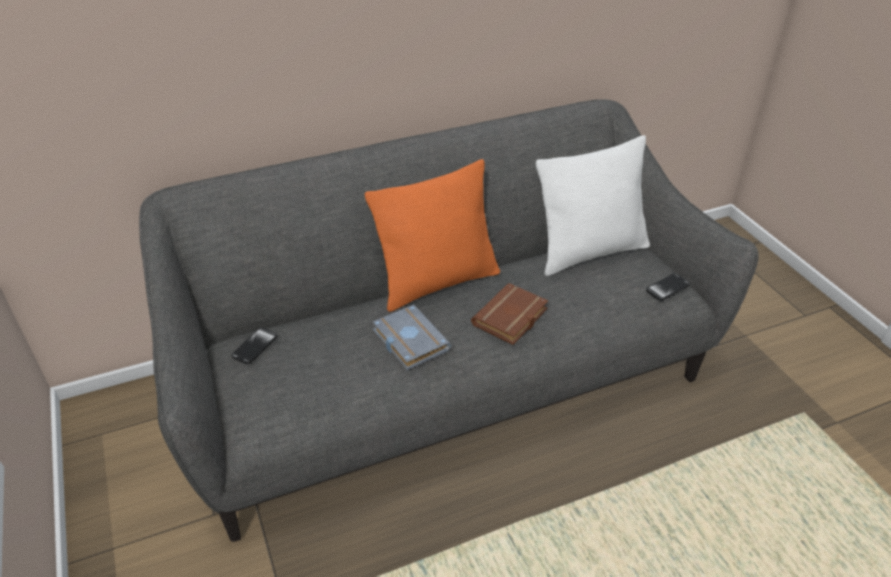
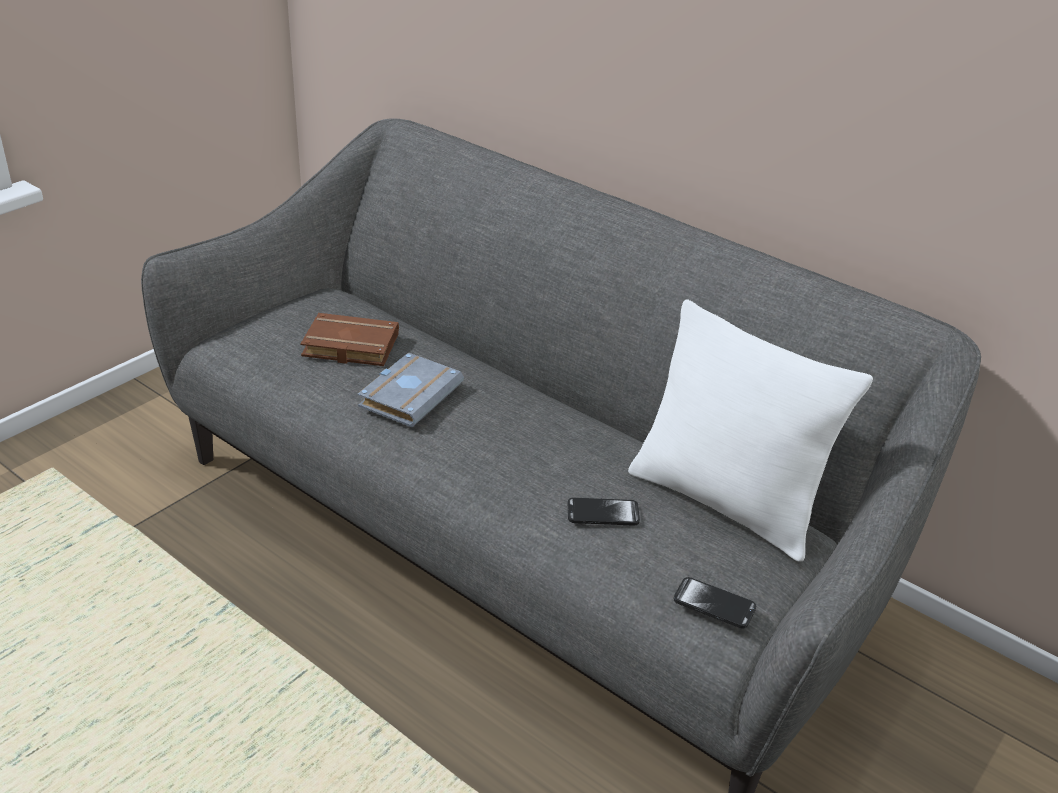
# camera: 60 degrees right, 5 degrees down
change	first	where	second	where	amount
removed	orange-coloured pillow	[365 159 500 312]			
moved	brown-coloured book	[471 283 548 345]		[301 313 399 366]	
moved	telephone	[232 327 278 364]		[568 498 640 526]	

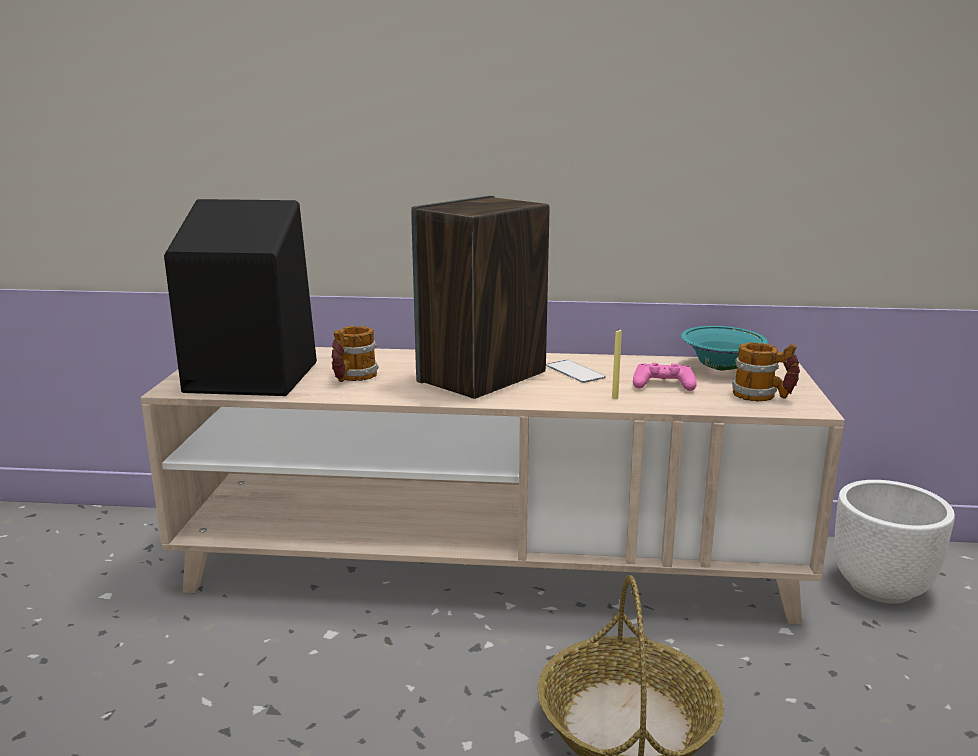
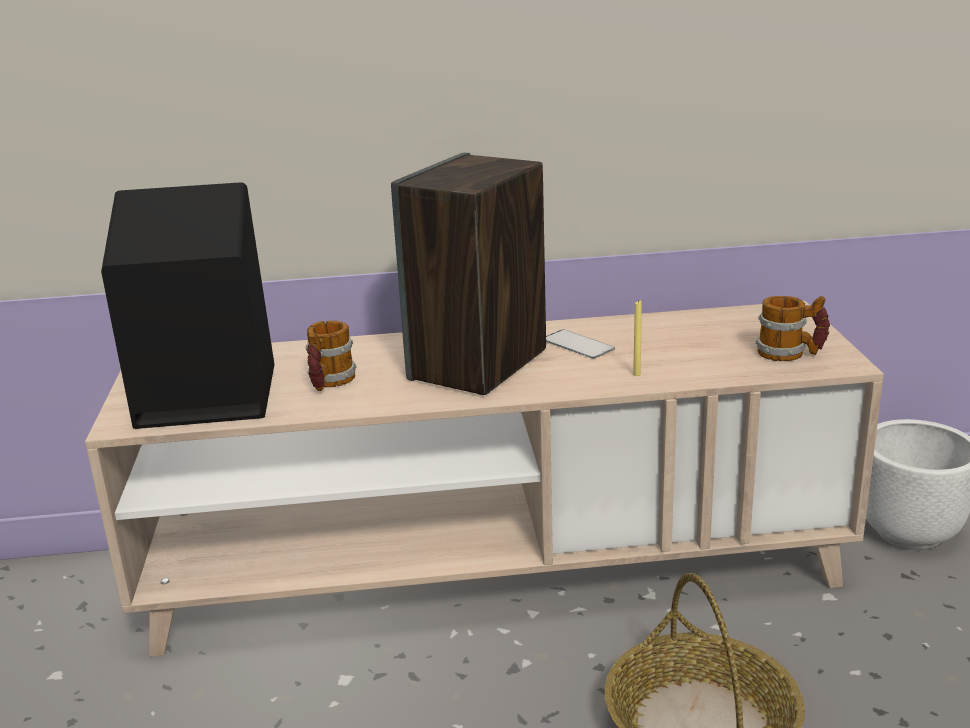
# camera: 10 degrees left, 5 degrees up
change	first	where	second	where	amount
removed	turquoise deep dish	[681 326 768 371]			
removed	pinkish gamepad	[633 363 697 391]			

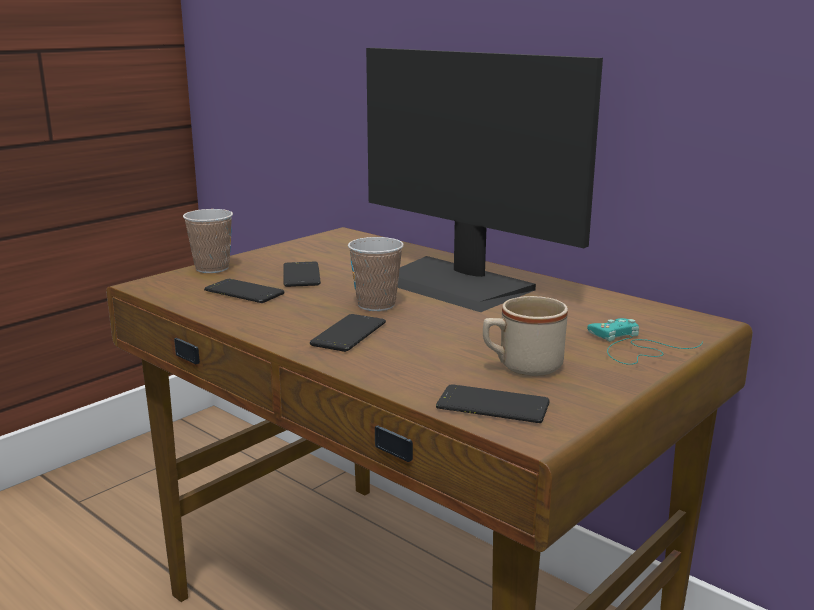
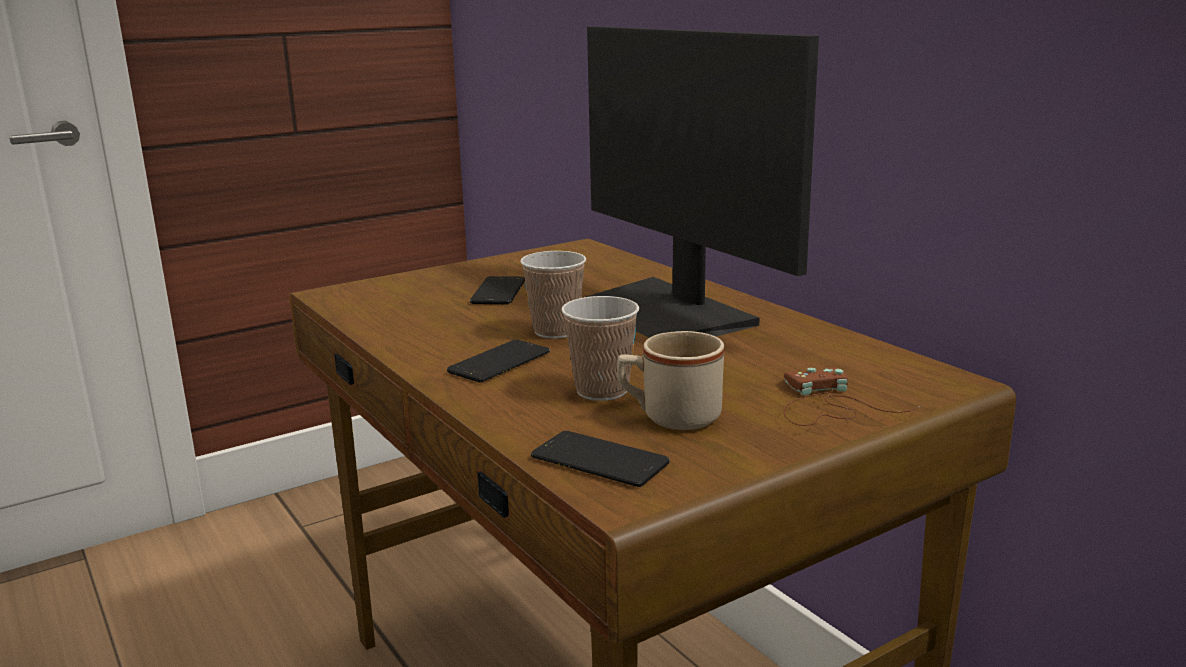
# camera: 15 degrees right, 0 degrees up
change	first	where	second	where	amount
moved	cup	[183 209 233 273]		[561 296 639 401]	
removed	telephone	[204 279 284 303]			
recoloured	turquoise gamepad	[587 318 703 365]	brown-coloured gamepad	[783 367 922 426]	

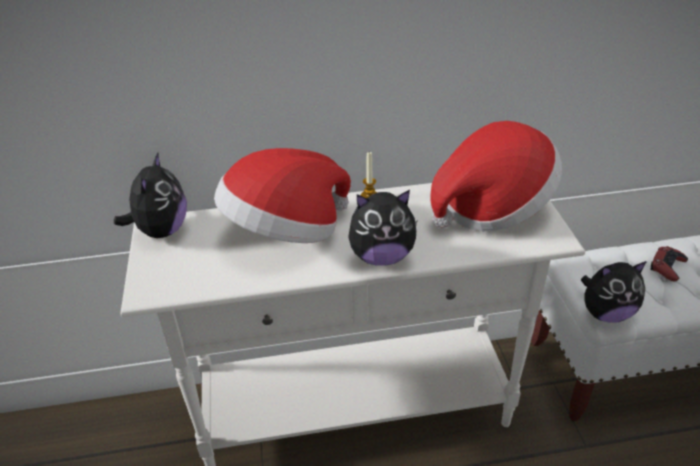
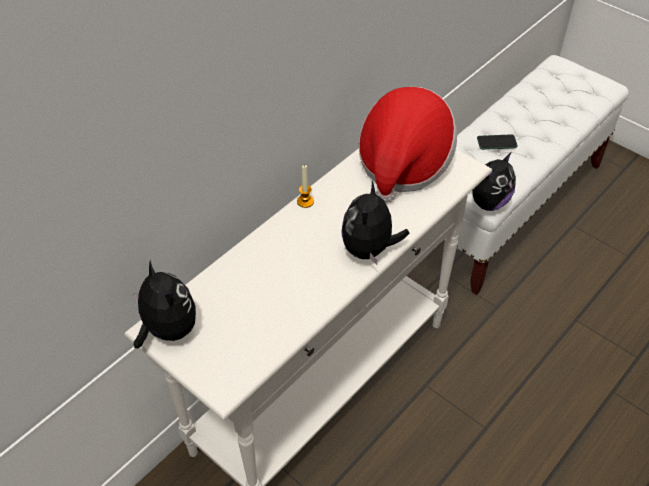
# camera: 40 degrees left, 10 degrees up
change	first	where	second	where	amount
removed	wearable hat	[214 148 351 243]			
turned	plush toy	[348 190 418 266]		[341 181 410 265]	150 degrees clockwise
replaced	reddish gamepad	[650 246 688 282]	telephone	[477 134 518 150]	

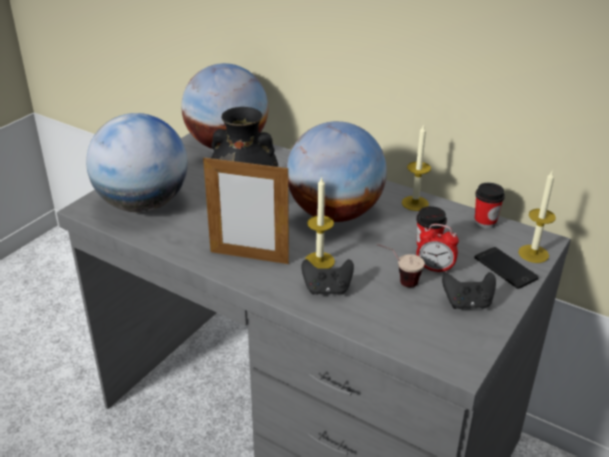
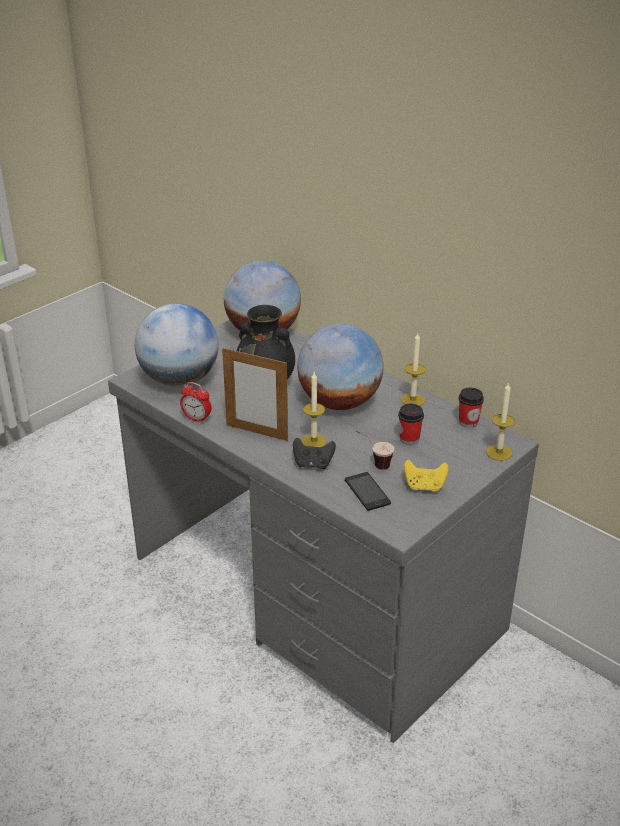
# camera: 10 degrees right, 0 degrees up
change	first	where	second	where	amount
moved	table clock	[416 224 459 273]		[180 382 211 423]	
moved	telephone	[474 247 539 289]		[345 472 391 511]	
recoloured	blackish gamepad	[442 272 496 309]	yellow gamepad	[404 460 449 492]	

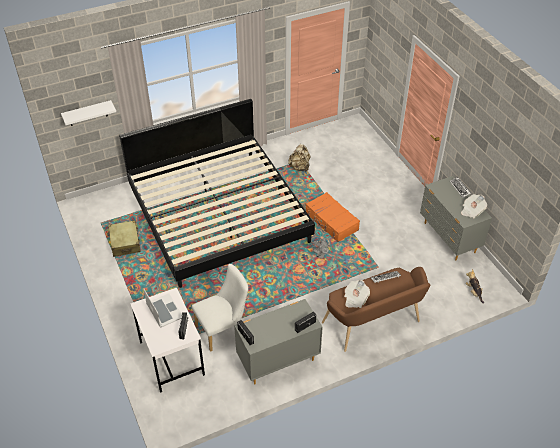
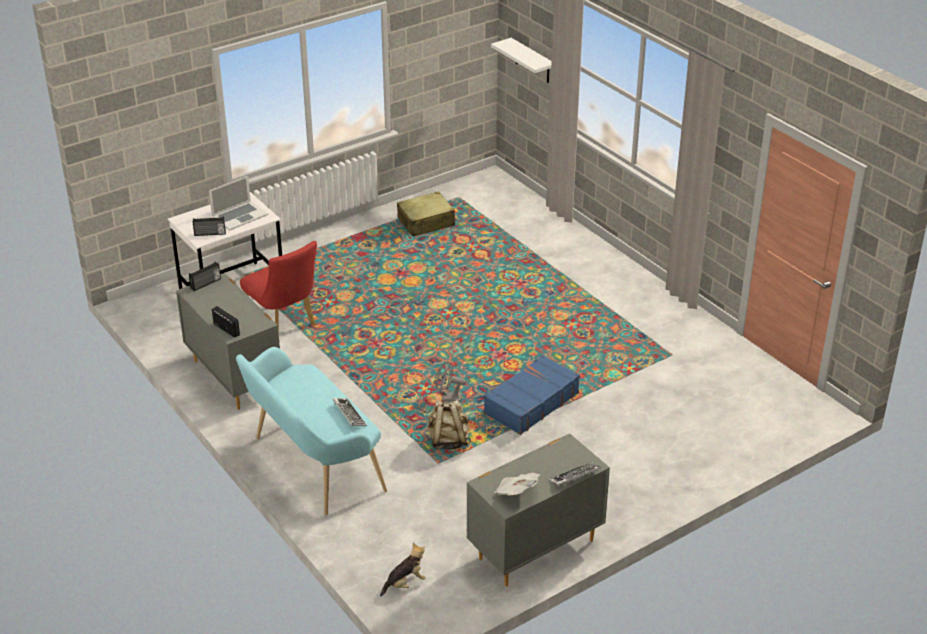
# camera: 80 degrees right, 10 degrees down
change	first	where	second	where	amount
removed	sleeping bed	[119 99 315 288]			
moved	sand-coloured rucksack	[288 144 310 172]		[428 400 471 449]	
recoloured	orange-coloured suitcase	[306 192 360 242]	bluish suitcase	[484 355 580 435]	
recoloured	whitish upright chair	[192 264 248 352]	reddish upright chair	[240 241 317 332]	
recoloured	brown-coloured indoor bench	[322 267 430 352]	turquoise indoor bench	[236 347 387 515]	
removed	printed paper	[344 280 370 308]			

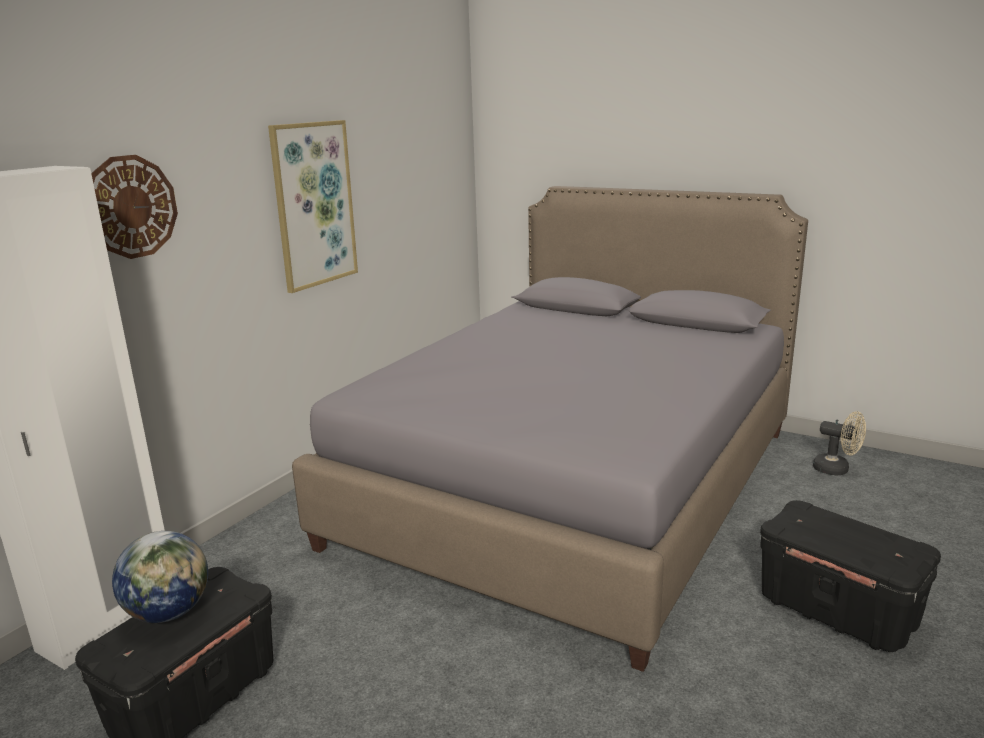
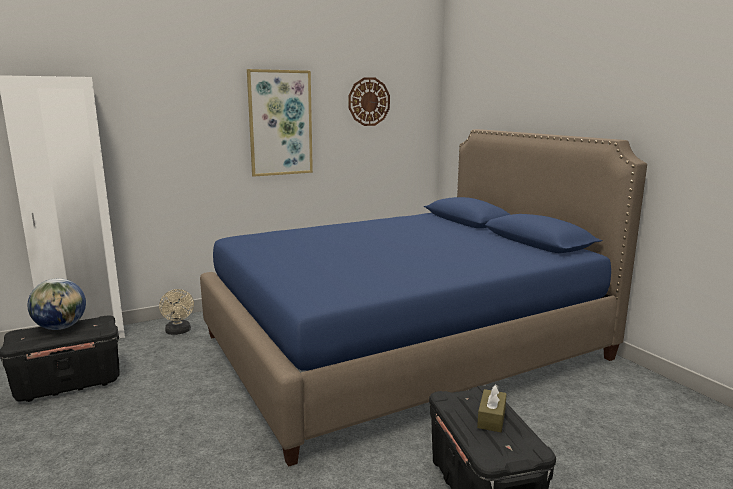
# camera: 30 degrees right, 5 degrees down
change	first	where	second	where	amount
moved	wall clock	[91 155 178 259]		[348 77 390 126]	
recoloured	greyish sleeping bed	[292 186 808 672]	bluish sleeping bed	[200 129 647 467]	
moved	sand-coloured electric fan	[813 411 866 476]		[159 289 194 335]	
added			brown-coloured box of tissues	[477 384 507 432]	

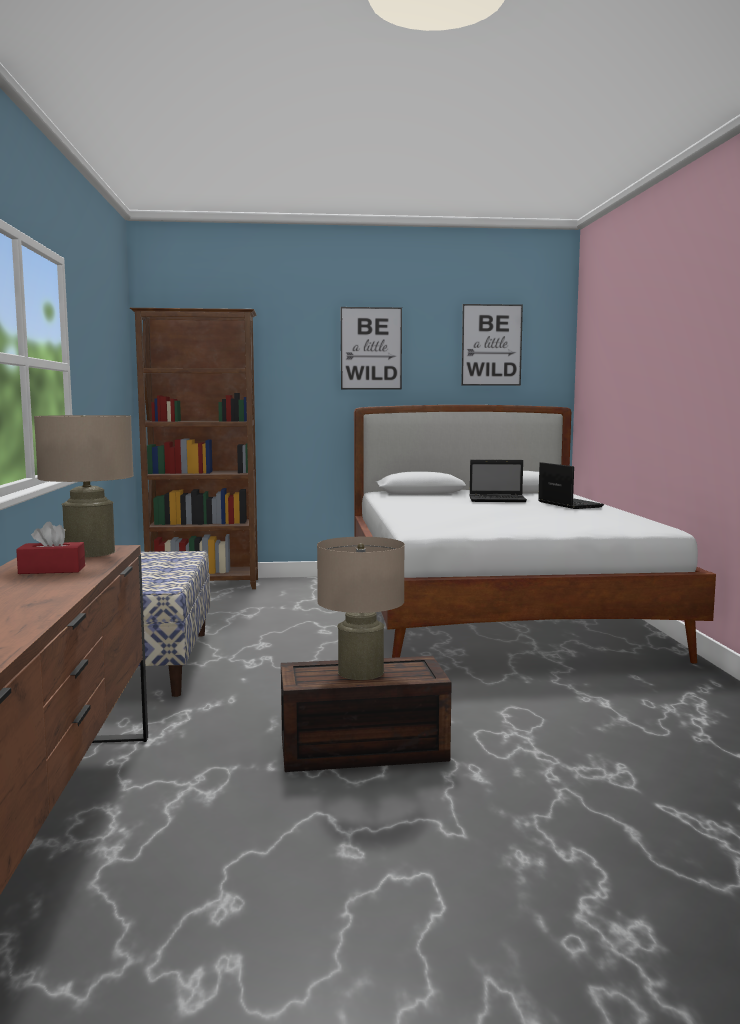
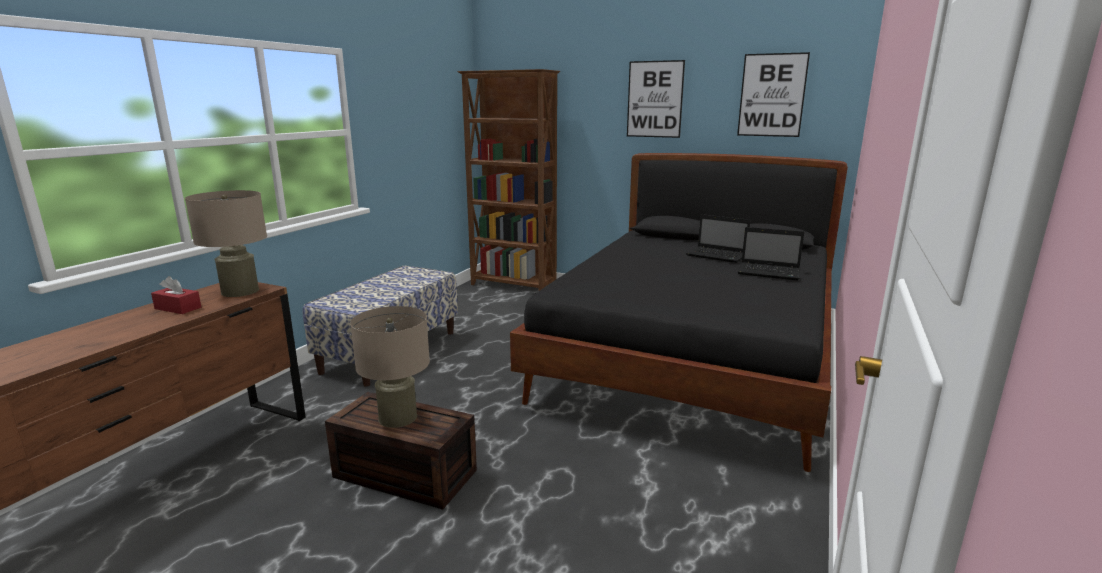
# camera: 30 degrees right, 10 degrees up
change	first	where	second	where	amount
recoloured	whitish sleeping bed	[354 405 716 664]	blackish sleeping bed	[510 153 848 472]	
turned	notebook computer	[538 462 604 509]		[738 227 804 281]	105 degrees clockwise

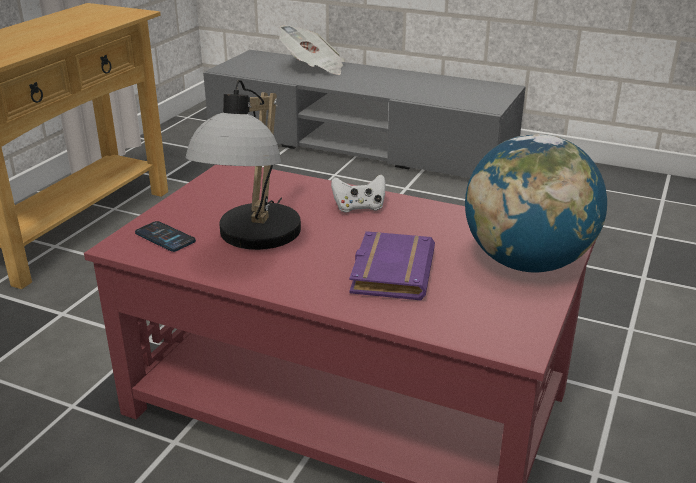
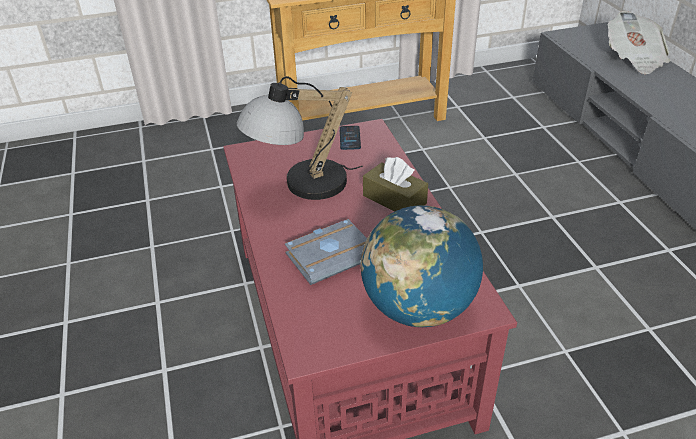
# camera: 50 degrees right, 10 degrees up
change	first	where	second	where	amount
replaced	whitish gamepad	[331 174 386 213]	brown-coloured box of tissues	[363 157 428 211]	
moved	telephone	[135 221 196 252]		[340 126 361 150]	
recoloured	purplish book	[349 231 435 300]	greyish book	[285 219 367 285]	

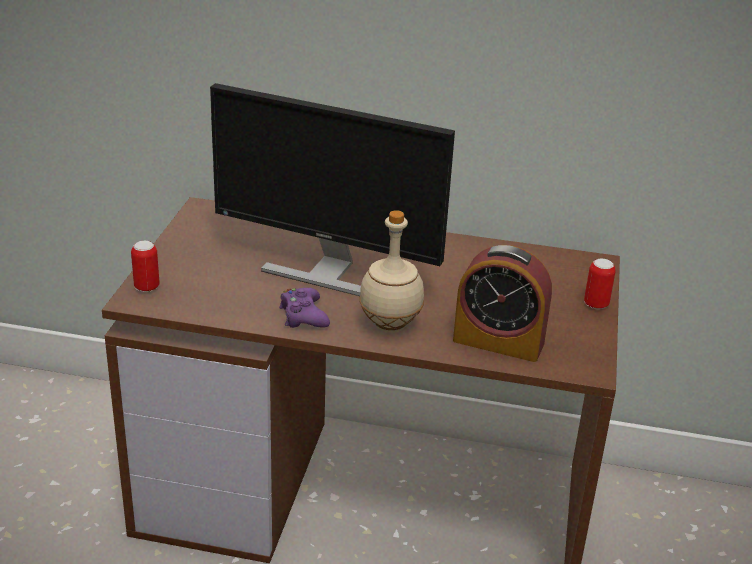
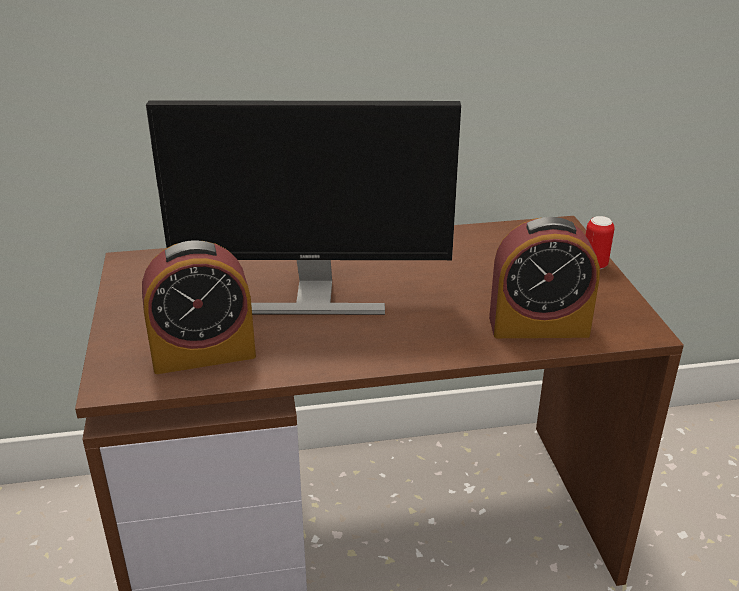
# camera: 20 degrees left, 0 degrees up
change	first	where	second	where	amount
removed	sand-coloured beverage bottle	[359 210 424 333]			
removed	can	[131 241 160 292]			
removed	purplish gamepad	[279 288 330 328]			
added			table clock	[142 240 256 374]	

